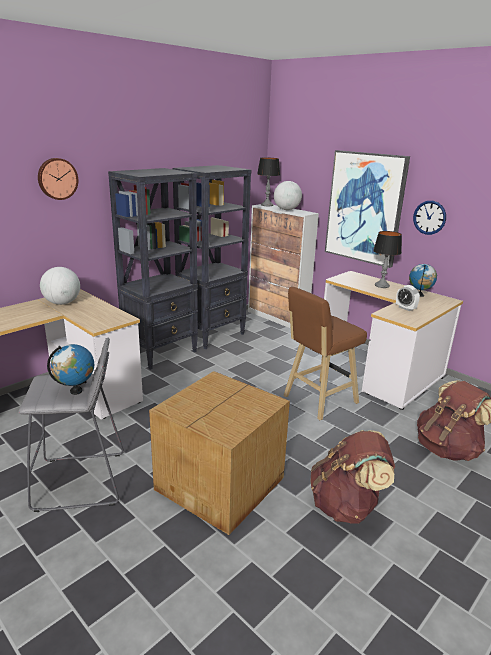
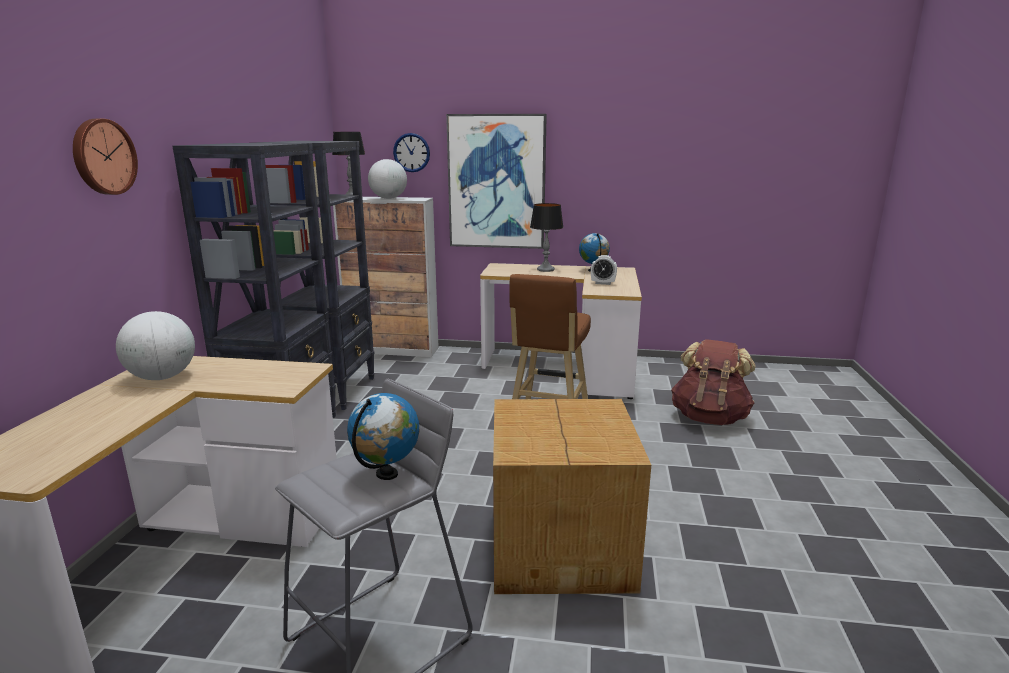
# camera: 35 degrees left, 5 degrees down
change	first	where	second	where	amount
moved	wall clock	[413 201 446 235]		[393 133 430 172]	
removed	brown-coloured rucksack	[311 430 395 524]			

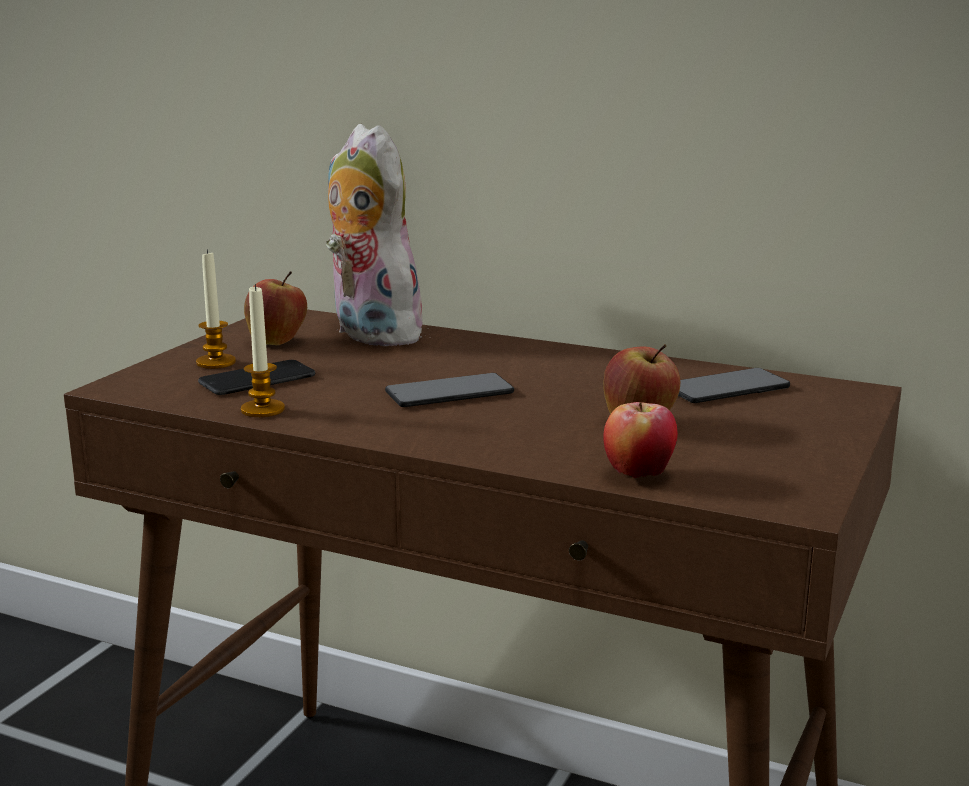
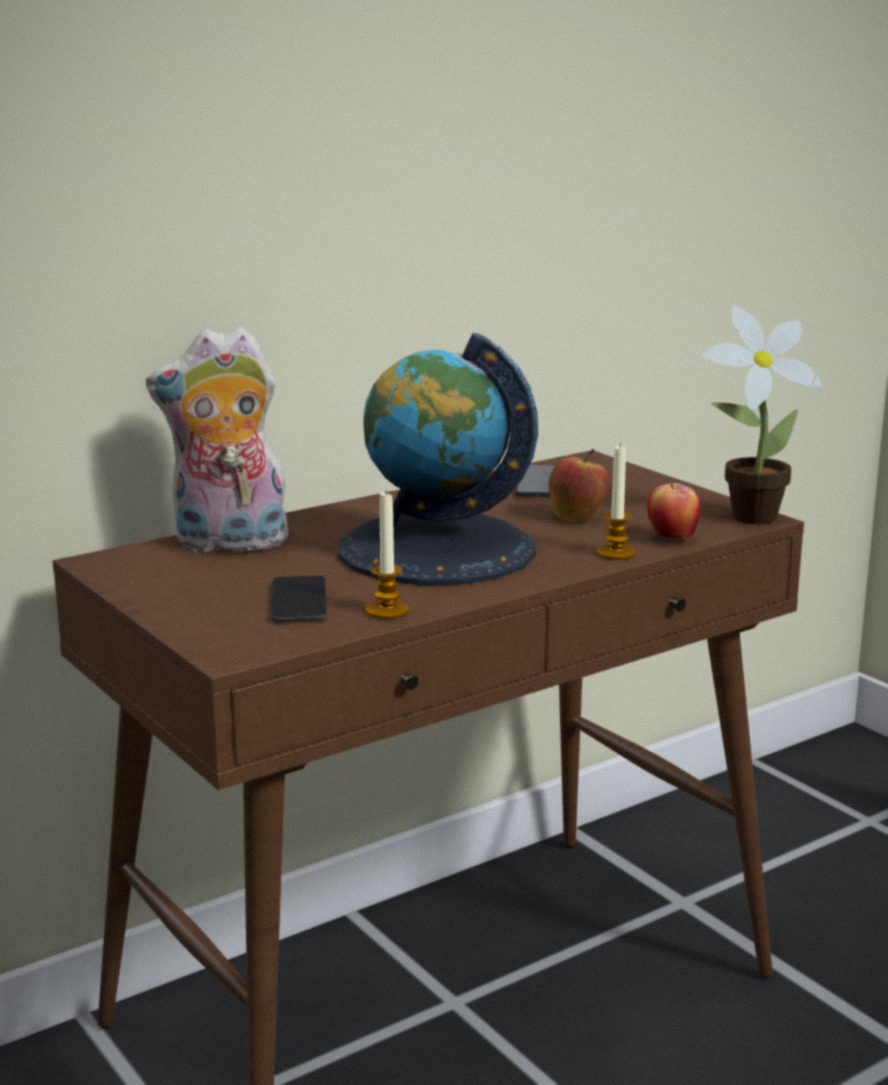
# camera: 60 degrees left, 0 degrees up
change	first	where	second	where	amount
moved	wax light	[196 249 236 369]		[597 443 636 560]	
removed	apple	[244 271 307 345]			
replaced	telephone	[385 373 514 407]	desk globe	[338 333 538 585]	
added			potted plant	[701 306 822 524]	

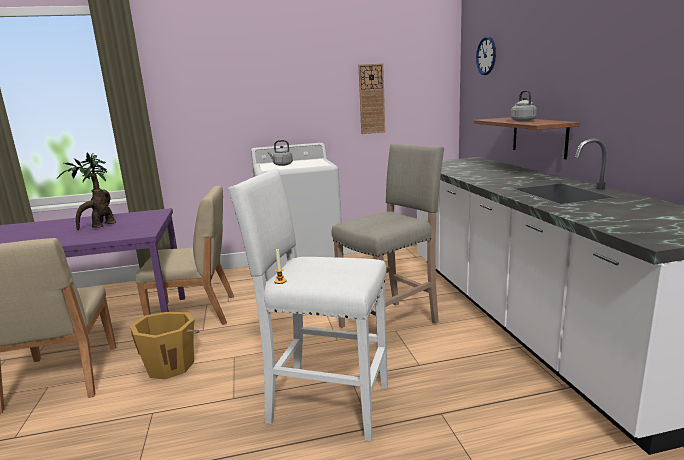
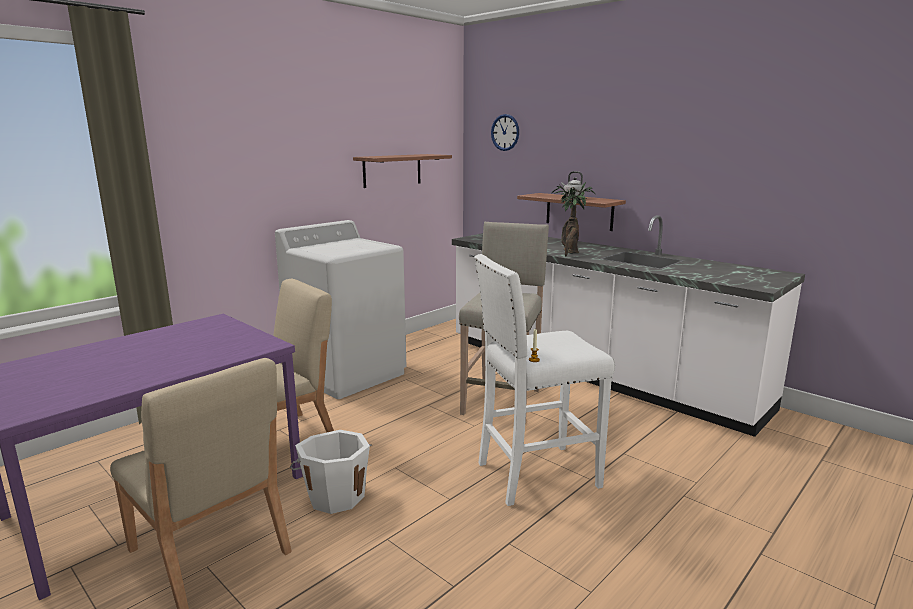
# camera: 35 degrees left, 0 degrees up
change	first	where	second	where	amount
replaced	wall clock	[358 64 385 134]	shelf	[353 154 452 188]	
removed	greyish tea kettle	[268 140 293 166]			
moved	potted plant	[57 153 116 230]		[552 182 596 256]	
recoloured	orange-coloured water bucket	[130 312 199 379]	whitish water bucket	[290 430 373 514]	

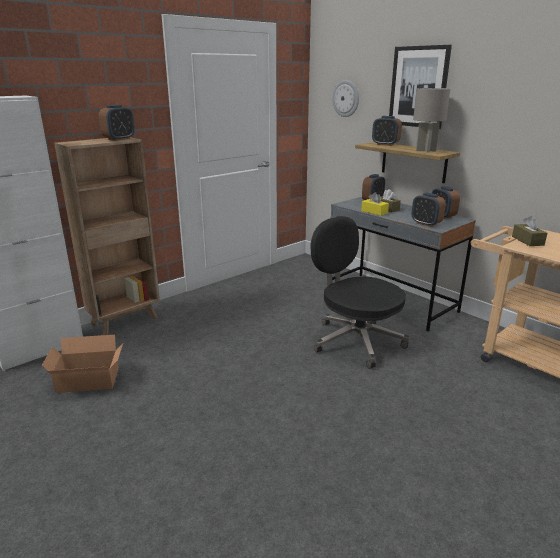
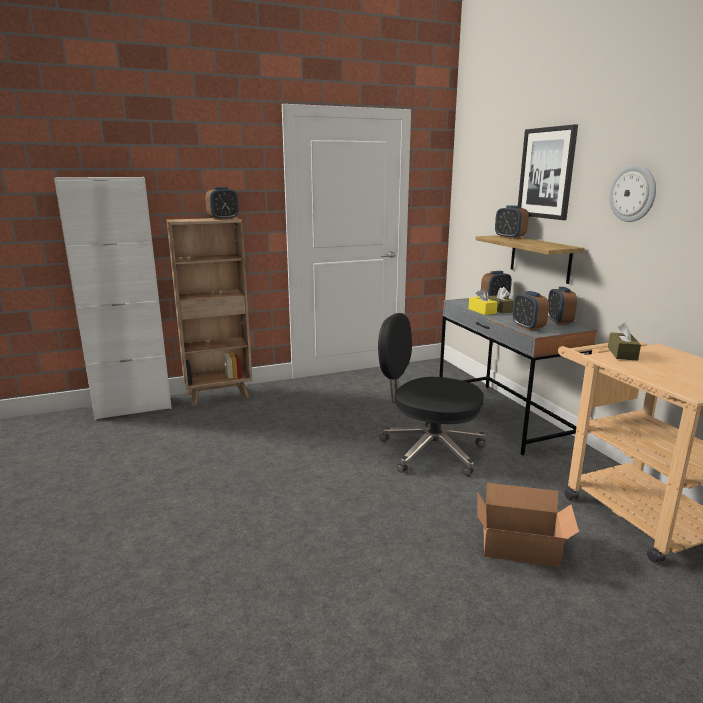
# camera: 20 degrees right, 5 degrees down
change	first	where	second	where	amount
moved	wall clock	[332 80 359 117]		[609 165 656 222]	
removed	greyish tabletop lamp	[413 88 450 153]			
turned	blackish office chair	[311 216 410 369]		[378 313 485 476]	45 degrees counterclockwise
moved	carton	[42 335 123 393]		[478 483 579 567]	

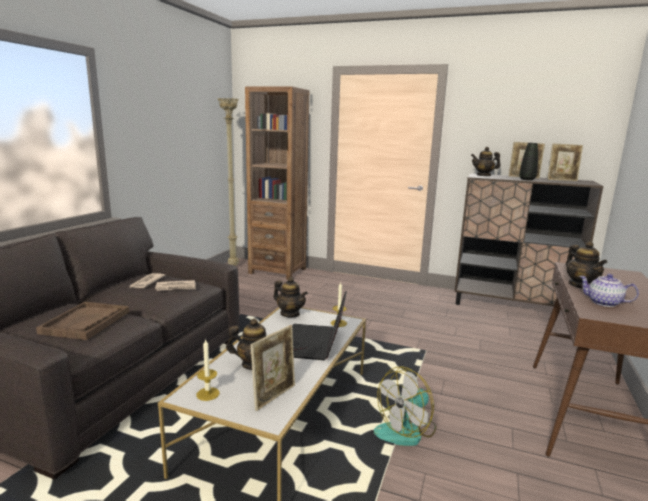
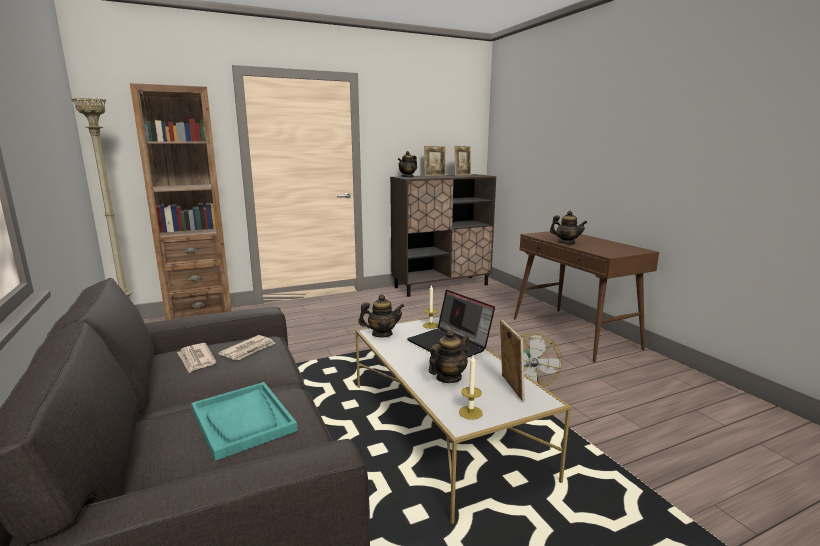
# camera: 45 degrees left, 0 degrees up
change	first	where	second	where	amount
removed	blackish vase	[519 143 538 180]			
removed	tea pot	[579 274 639 307]			
recoloured	brown-coloured tray	[36 302 129 340]	turquoise tray	[191 382 297 461]	

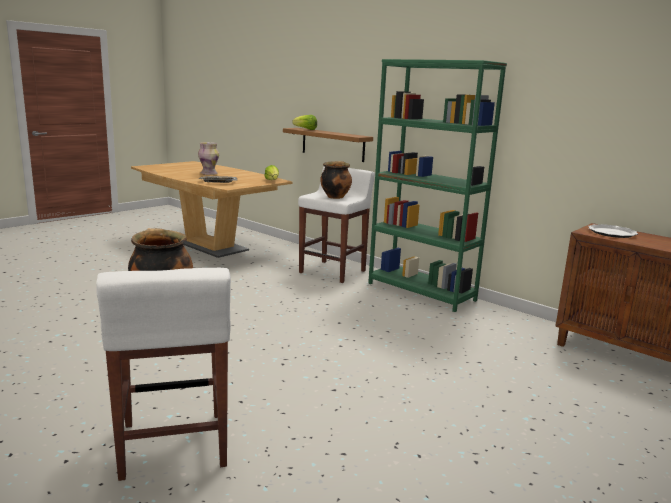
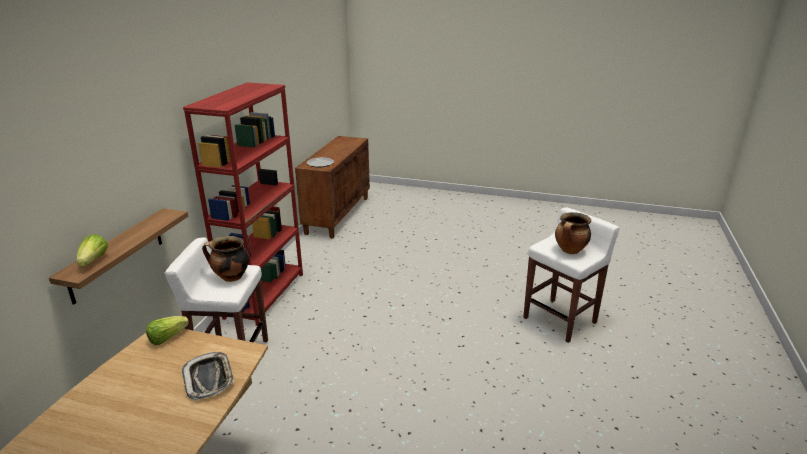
# camera: 115 degrees left, 10 degrees up
change	first	where	second	where	amount
recoloured	green bookshelf	[368 59 507 312]	reddish bookshelf	[183 82 303 326]	
removed	vase	[198 142 219 175]			

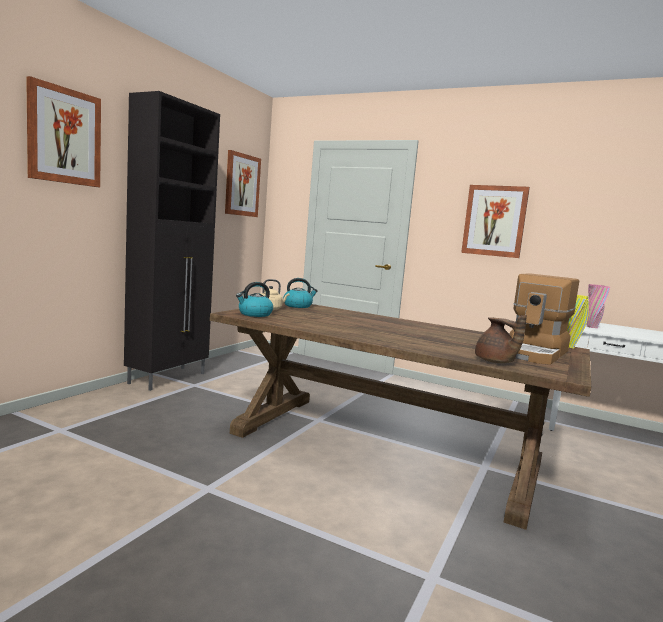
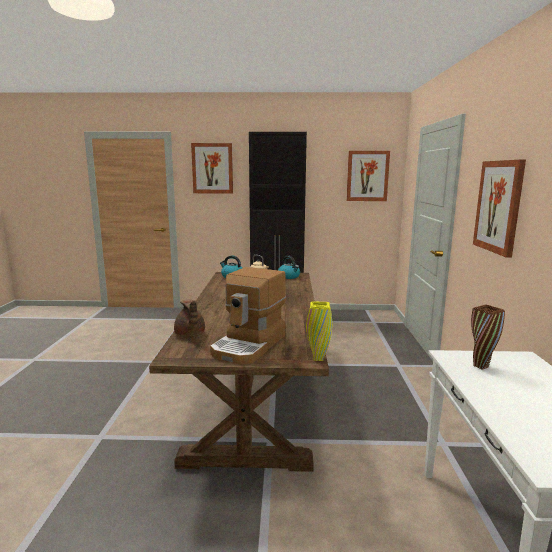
# camera: 65 degrees right, 5 degrees up
change	first	where	second	where	amount
turned	coffee machine	[510 273 580 365]		[210 267 286 364]	75 degrees counterclockwise
recoloured	pinkish vase	[587 284 610 328]	brown-coloured vase	[471 304 505 370]	
turned	brown-coloured tea pot	[475 315 527 363]		[174 300 205 337]	60 degrees counterclockwise

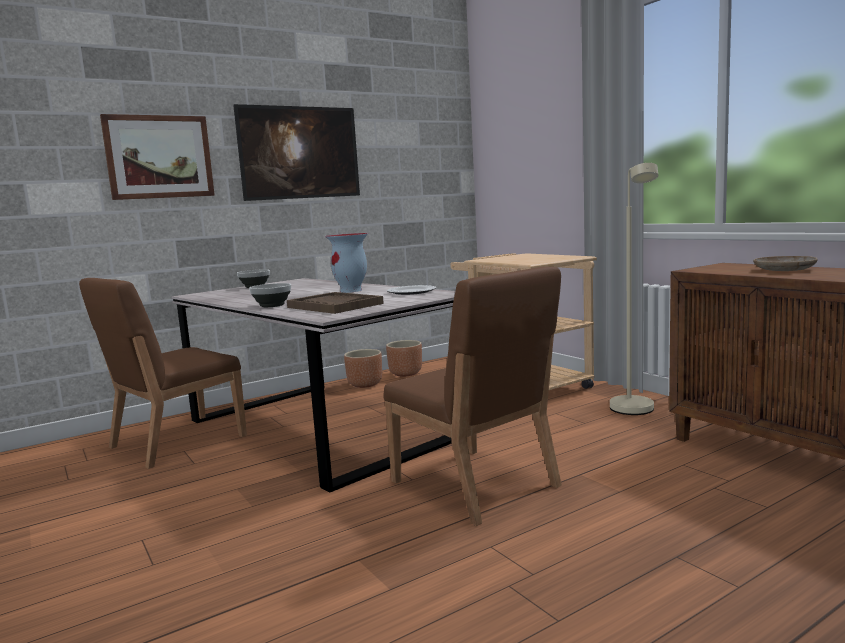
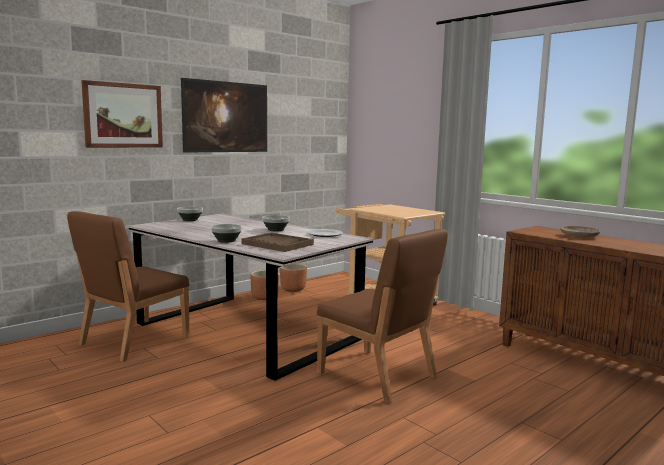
# camera: 10 degrees left, 0 degrees up
change	first	where	second	where	amount
removed	sand-coloured floor lamp	[610 163 658 415]			
replaced	vase	[325 233 368 293]	deep dish	[262 215 290 231]	

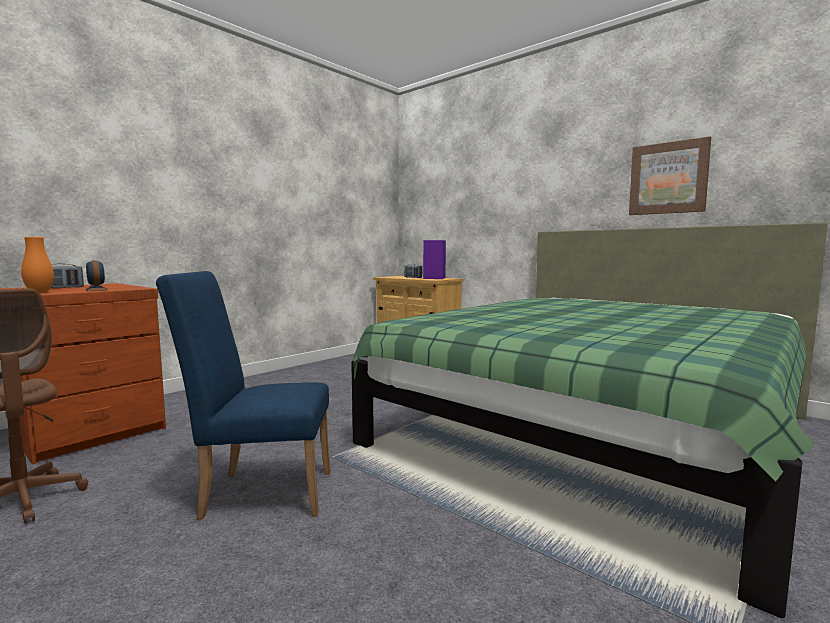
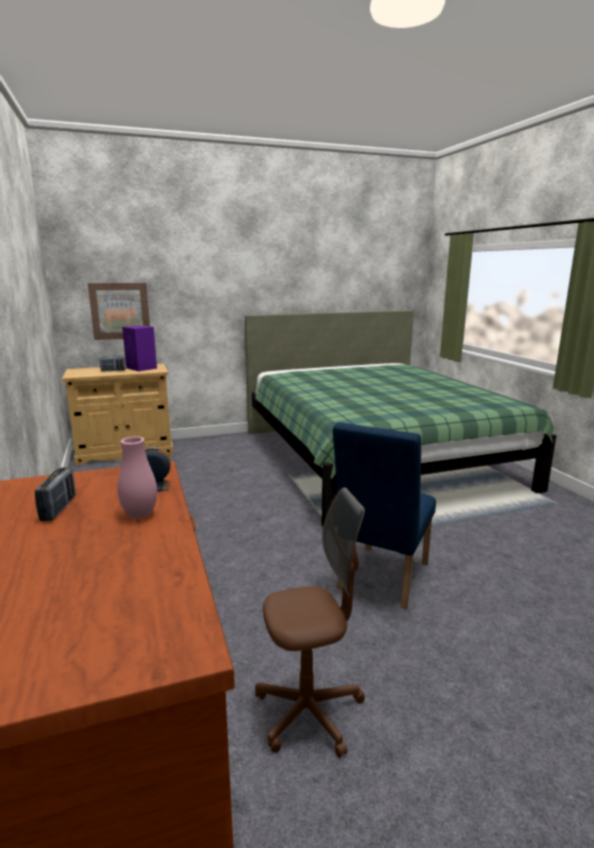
# camera: 60 degrees left, 10 degrees up
change	first	where	second	where	amount
moved	wall picture	[629 137 711 215]		[88 283 150 340]	
recoloured	orange-coloured vase	[21 237 54 293]	pinkish vase	[118 436 157 519]	

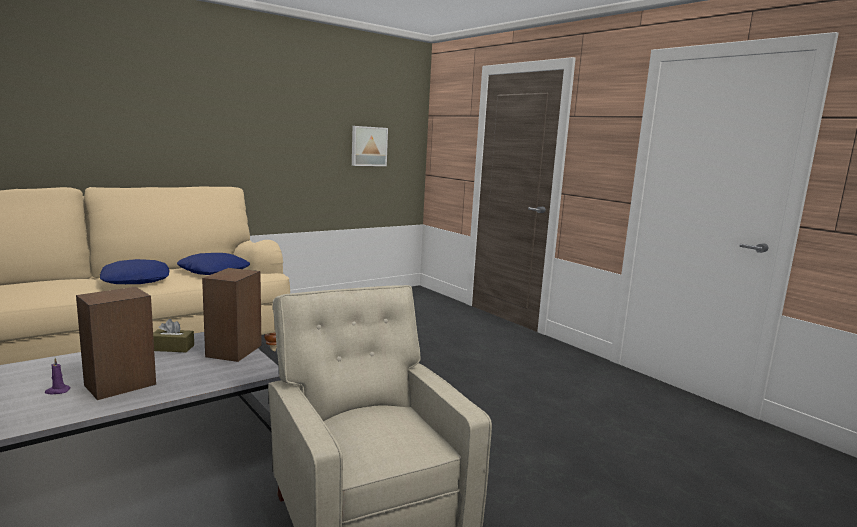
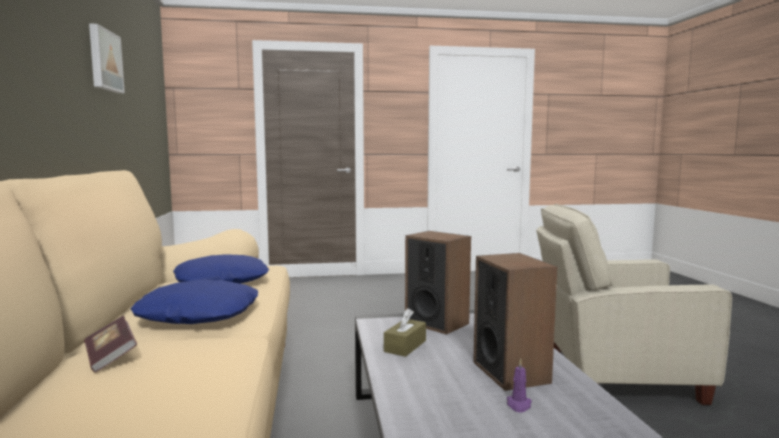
# camera: 60 degrees left, 5 degrees down
change	first	where	second	where	amount
moved	wall picture	[352 126 388 166]		[89 23 125 93]	
added			book	[84 316 137 372]	

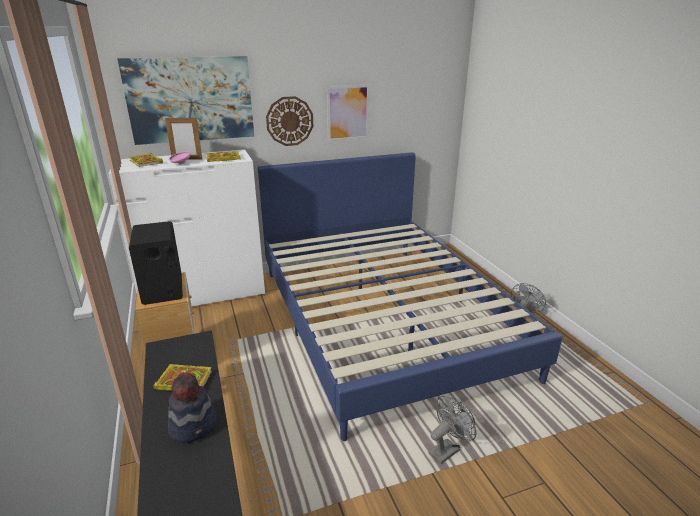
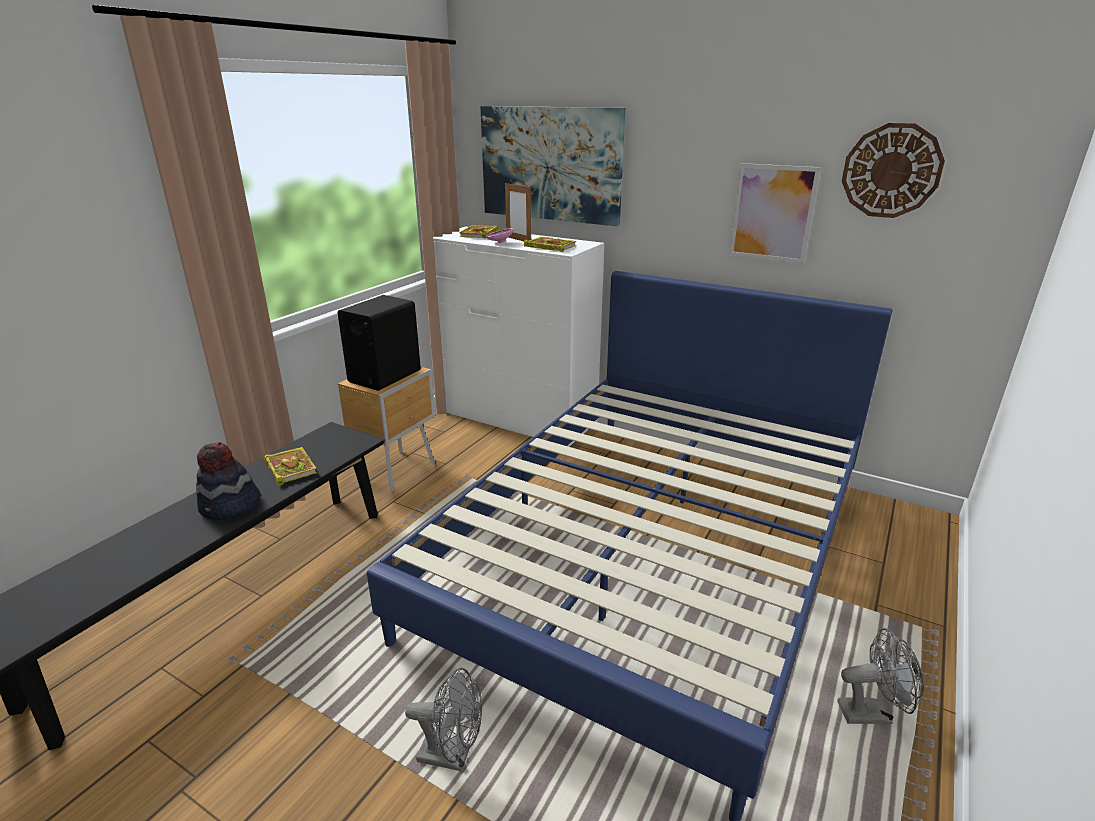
# camera: 50 degrees right, 0 degrees up
change	first	where	second	where	amount
moved	wall clock	[266 96 313 146]		[842 123 945 218]	

